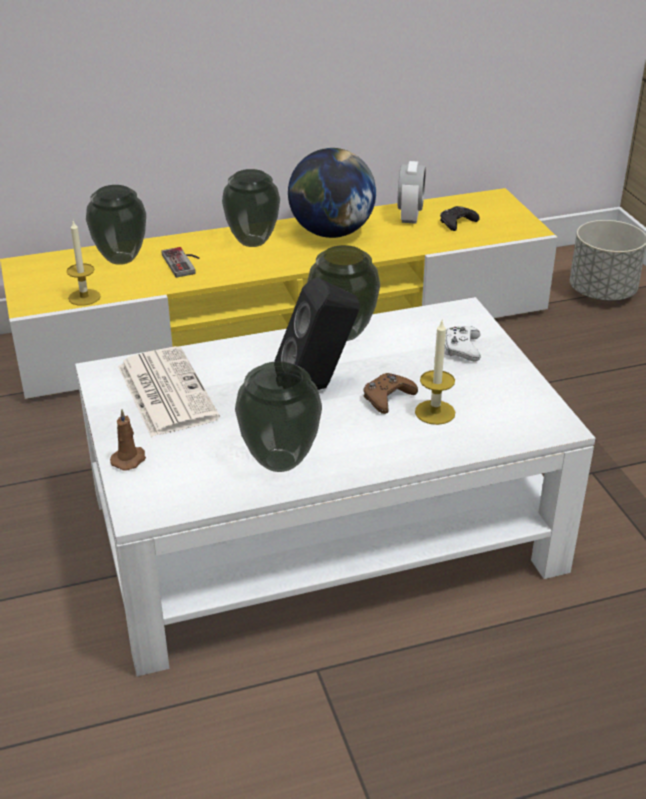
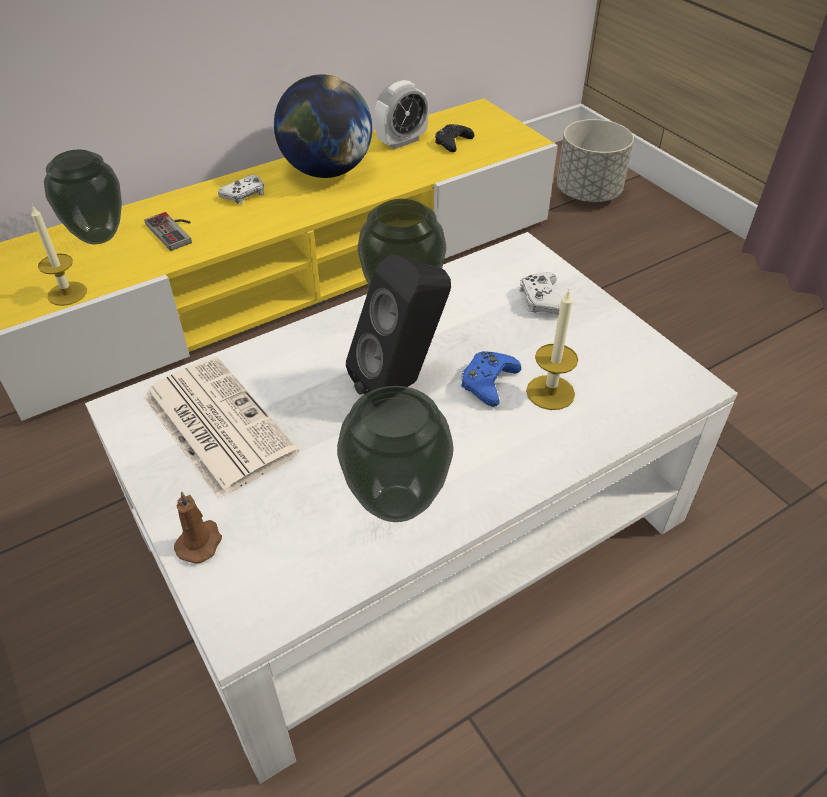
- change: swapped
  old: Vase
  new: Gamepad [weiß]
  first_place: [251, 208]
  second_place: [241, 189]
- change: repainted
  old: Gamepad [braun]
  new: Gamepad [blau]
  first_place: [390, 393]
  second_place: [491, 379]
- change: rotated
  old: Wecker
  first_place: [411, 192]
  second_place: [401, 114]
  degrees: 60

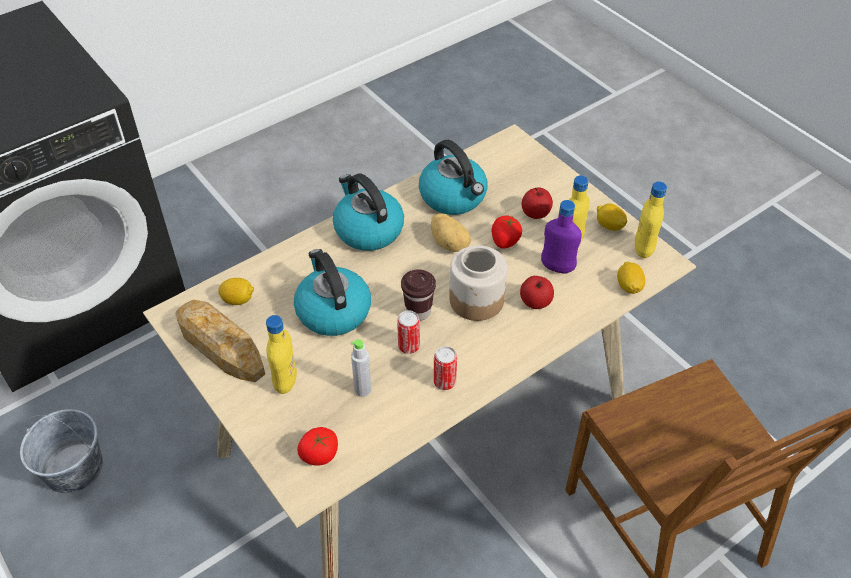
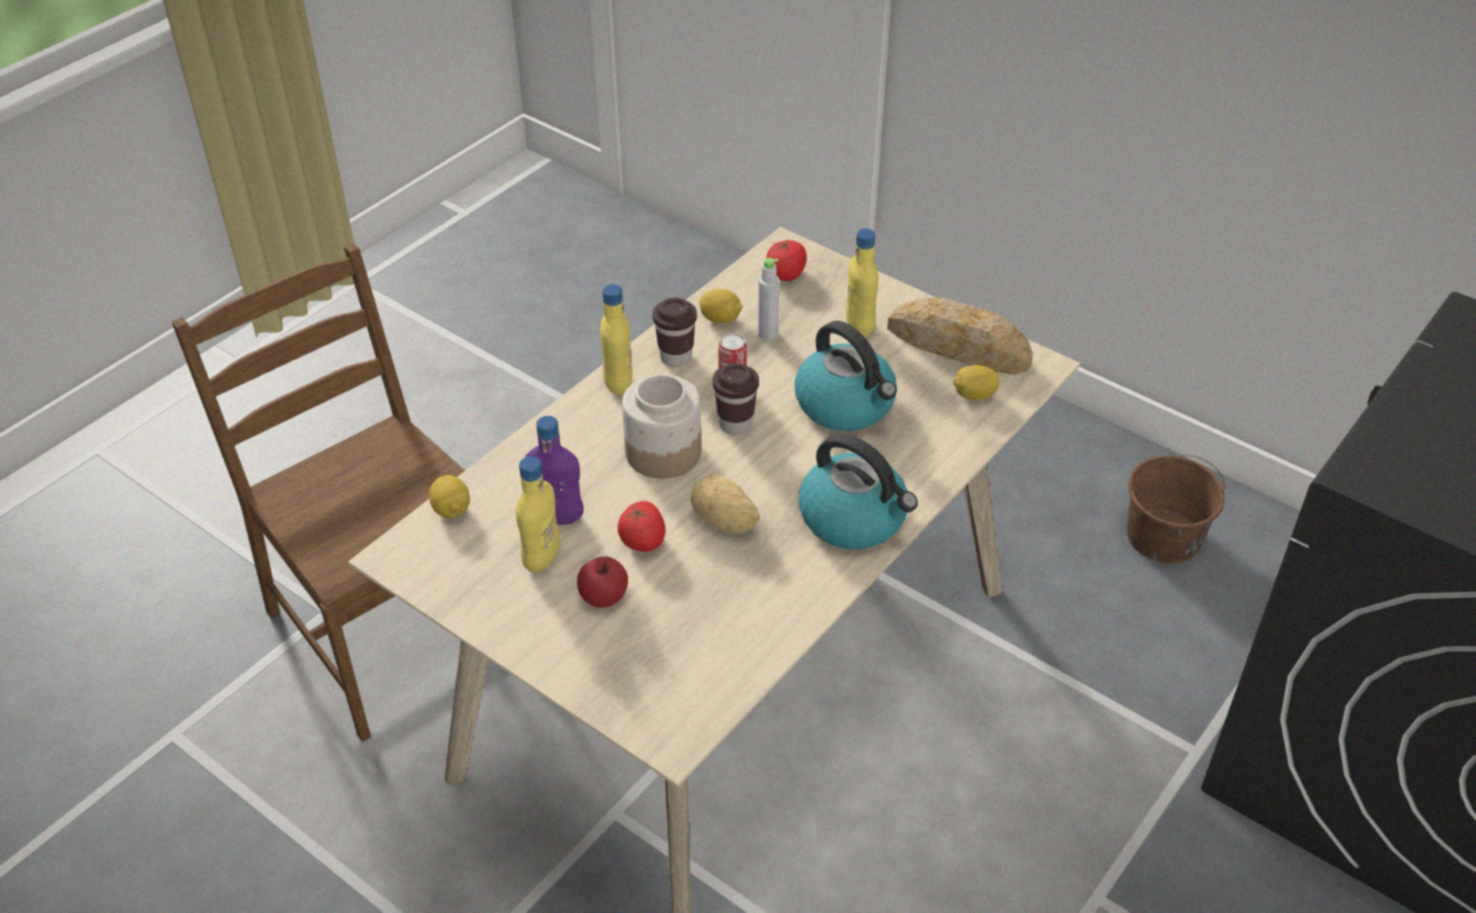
- change: repainted
  old: Eimer [grau]
  new: Eimer [braun]
  first_place: [61, 451]
  second_place: [1176, 509]
- change: gone
  old: Wasserkessel
  first_place: [453, 177]
- change: swapped
  old: Dose
  new: Tasse [braun]
  first_place: [445, 368]
  second_place: [674, 332]
- change: gone
  old: Apfel
  first_place: [537, 292]
- change: shifted
  old: Zitrone
  first_place: [612, 217]
  second_place: [721, 306]
- change: shifted
  old: Flasche [gelb]
  first_place: [651, 219]
  second_place: [616, 339]

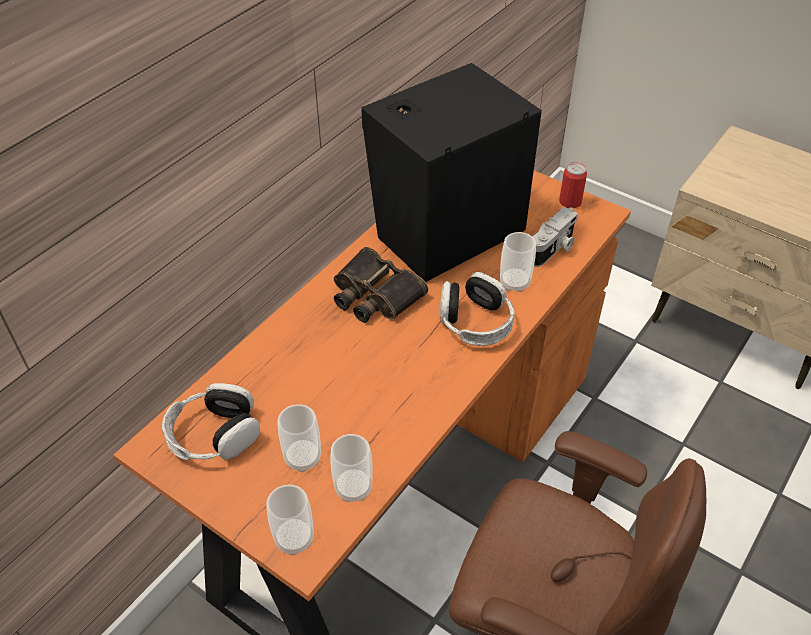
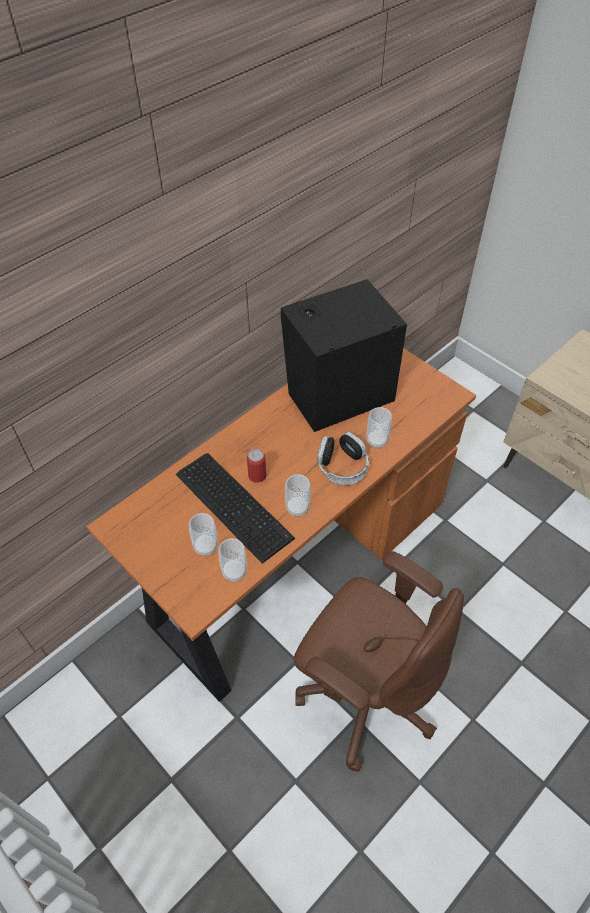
- change: gone
  old: Kopfhörer
  first_place: [211, 421]
- change: shifted
  old: Tasse
  first_place: [290, 520]
  second_place: [298, 495]
- change: gone
  old: Fernglas
  first_place: [381, 285]
- change: gone
  old: Kamera
  first_place: [555, 237]
- change: shifted
  old: Dose
  first_place: [573, 185]
  second_place: [256, 466]
- change: new
  new: Tastatur
  second_place: [235, 508]

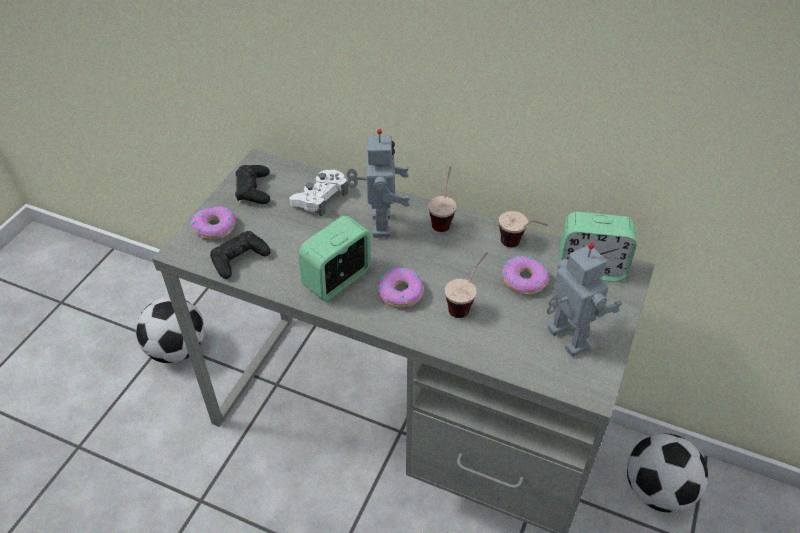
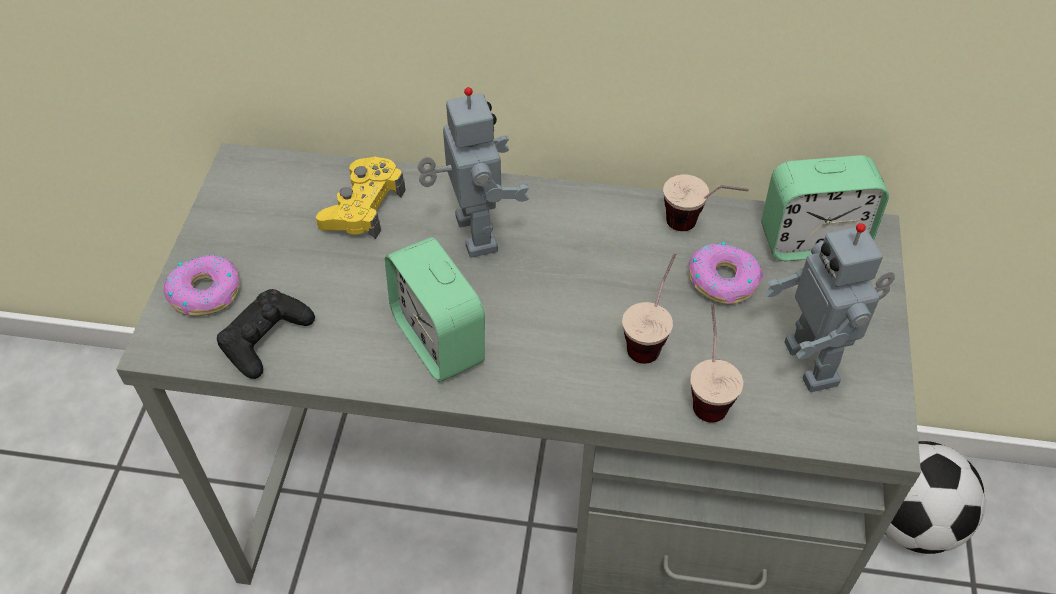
- change: gone
  old: Fußball
  first_place: [170, 330]
- change: gone
  old: Gamepad [schwarz]
  first_place: [252, 184]
- change: repainted
  old: Gamepad [weiß]
  new: Gamepad [gelb]
  first_place: [318, 193]
  second_place: [361, 197]
- change: rotated
  old: Wecker
  first_place: [335, 258]
  second_place: [435, 309]
  degrees: -60
- change: gone
  old: Donut
  first_place: [401, 287]
- change: shifted
  old: Tasse
  first_place: [442, 199]
  second_place: [716, 363]
- change: rotated
  old: Spielzeugroboter
  first_place: [584, 300]
  second_place: [830, 307]
  degrees: -150

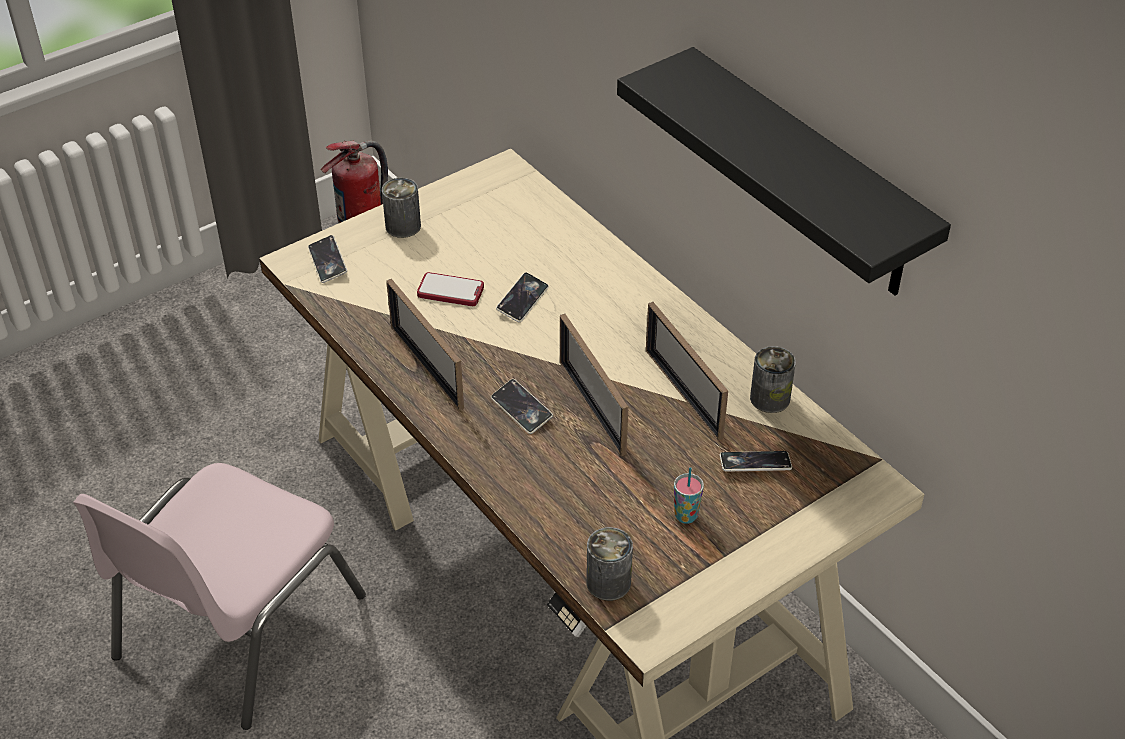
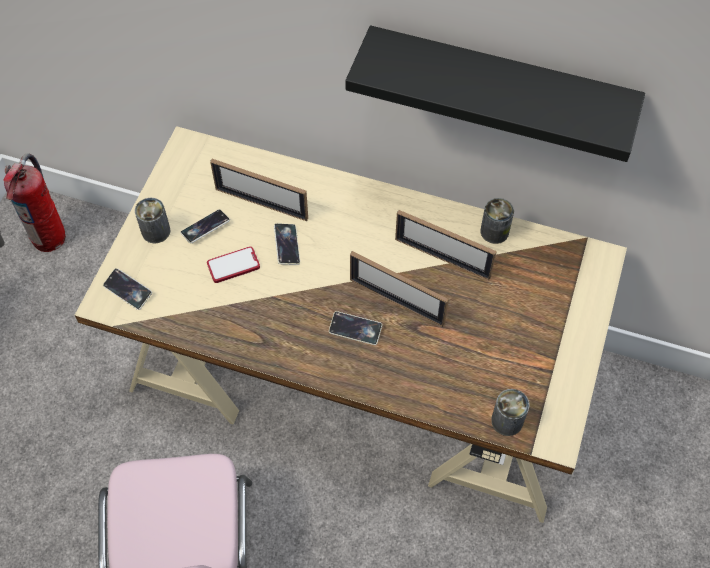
- change: shifted
  old: Bilderrahmen
  first_place: [425, 344]
  second_place: [259, 190]
- change: gone
  old: Tasse
  first_place: [689, 495]
- change: shifted
  old: Handy
  first_place: [756, 461]
  second_place: [205, 226]

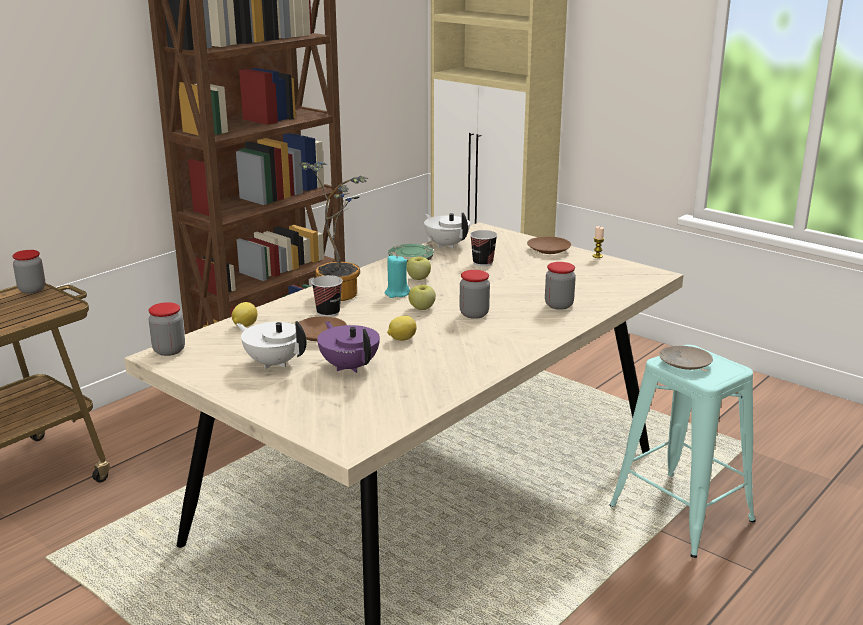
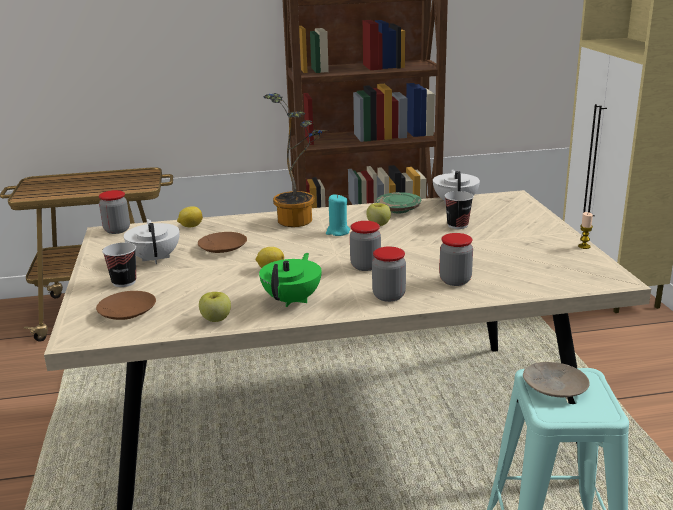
- change: shifted
  old: Vorratsglas
  first_place: [28, 272]
  second_place: [389, 274]
- change: shifted
  old: Tasse
  first_place: [327, 296]
  second_place: [119, 265]
- change: gone
  old: Teekanne [lila]
  first_place: [348, 347]
- change: shifted
  old: Apfel
  first_place: [422, 297]
  second_place: [215, 307]
- change: shifted
  old: Teller [braun]
  first_place: [549, 245]
  second_place: [126, 305]
- change: new
  new: Teekanne [grün]
  second_place: [290, 280]

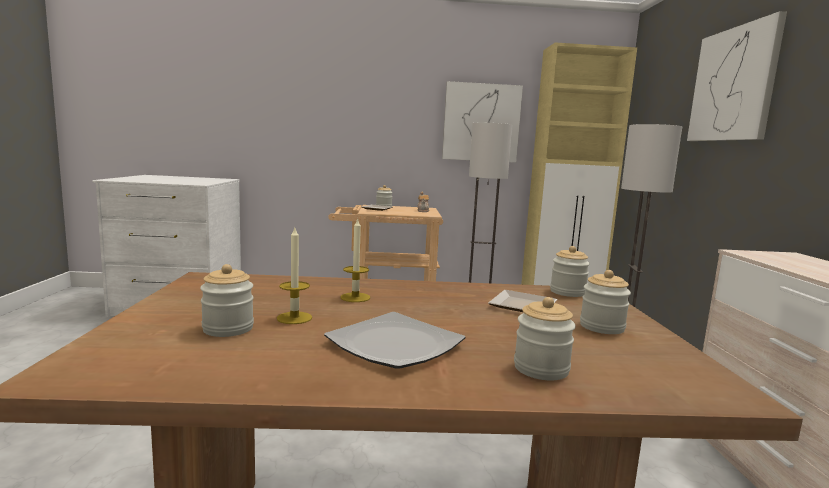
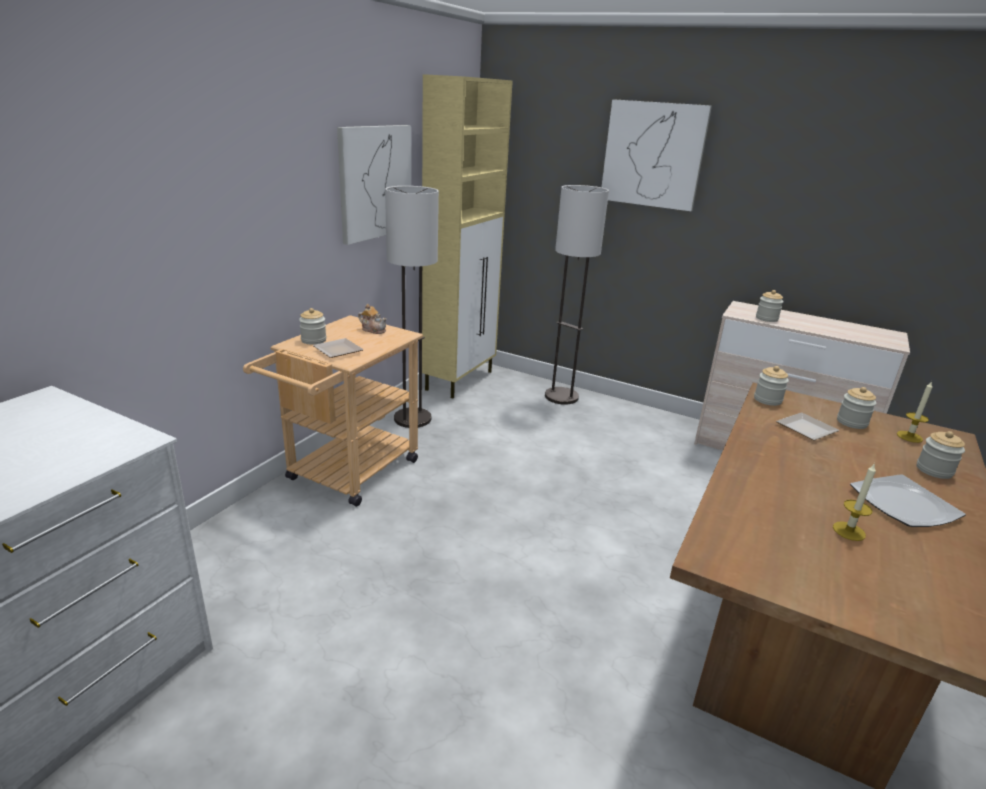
- change: shifted
  old: Vorratsglas
  first_place: [227, 300]
  second_place: [770, 306]
- change: shifted
  old: Kerze
  first_place: [355, 260]
  second_place: [914, 412]

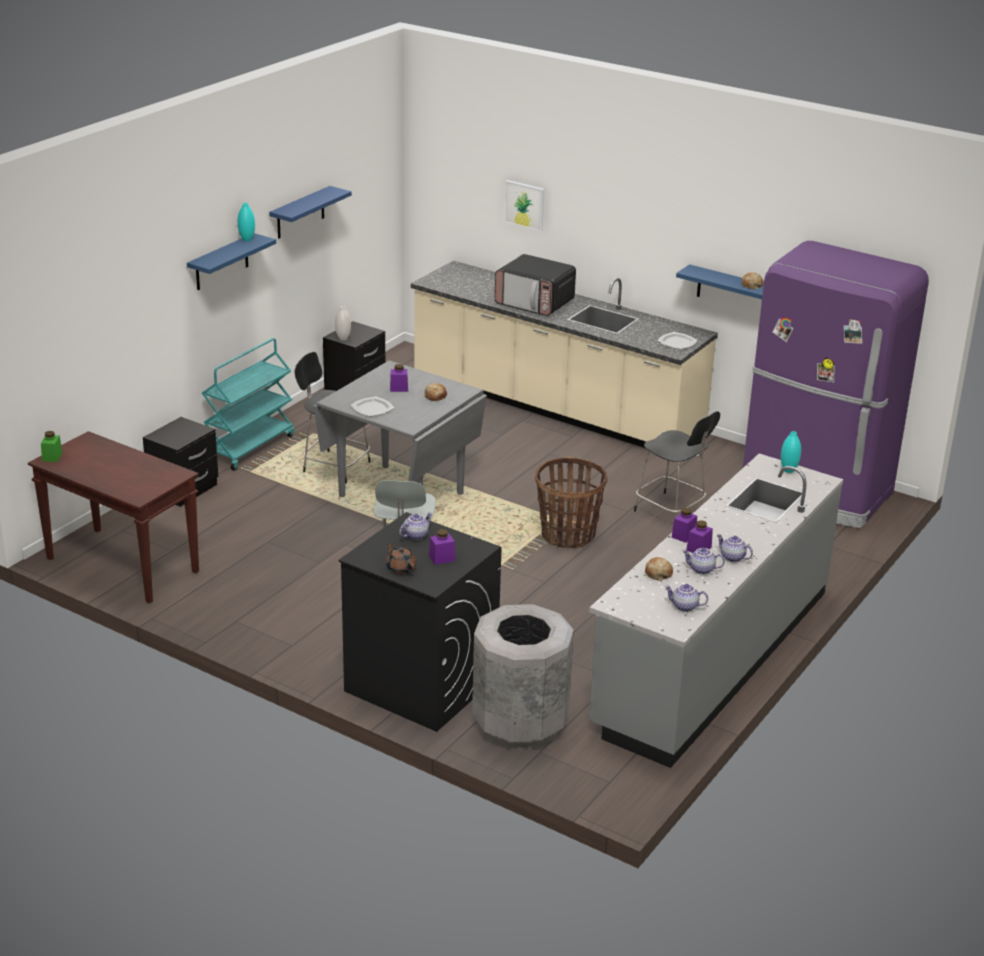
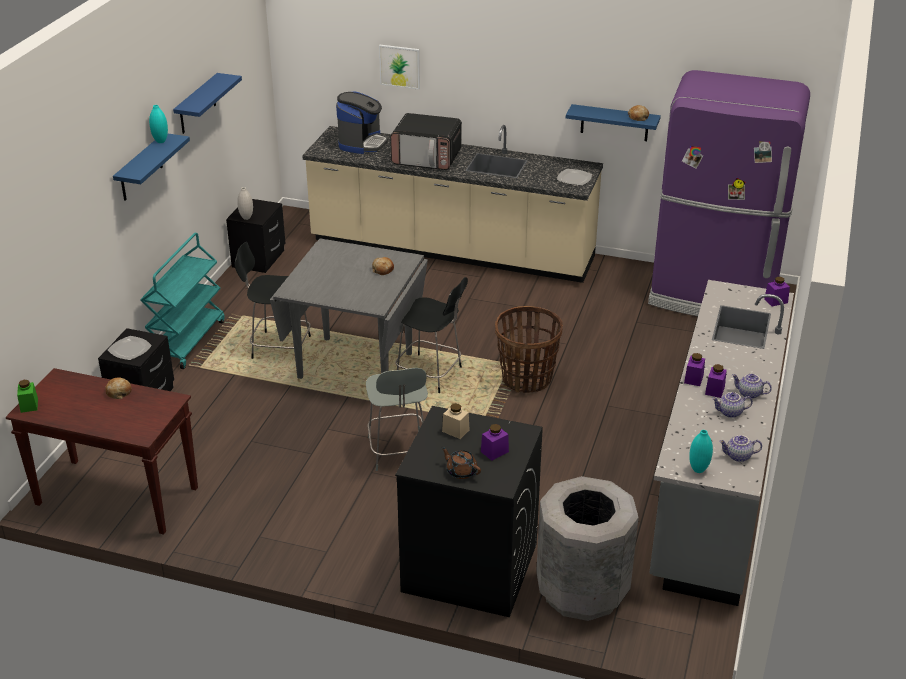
- change: shifted
  old: Teller
  first_place: [372, 407]
  second_place: [130, 348]
- change: shifted
  old: Vorratsglas [lila]
  first_place: [399, 378]
  second_place: [777, 291]
- change: swapped
  old: Teekanne
  new: Vorratsglas [beige]
  first_place: [416, 526]
  second_place: [456, 421]
- change: shifted
  old: Stuhl [schwarz]
  first_place: [677, 464]
  second_place: [431, 335]
- change: shifted
  old: Brot
  first_place: [659, 569]
  second_place: [118, 388]
- change: shifted
  old: Vase [türkis]
  first_place: [791, 452]
  second_place: [701, 451]
- change: new
  new: Kaffeemaschine
  second_place: [362, 123]

